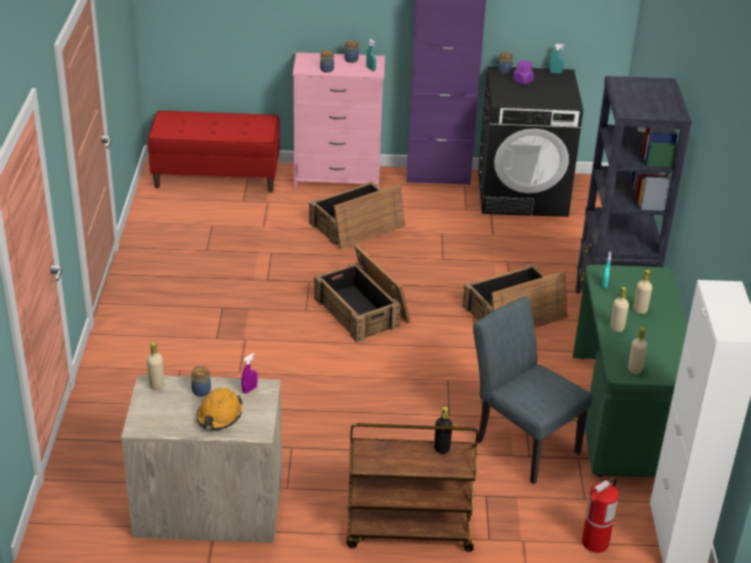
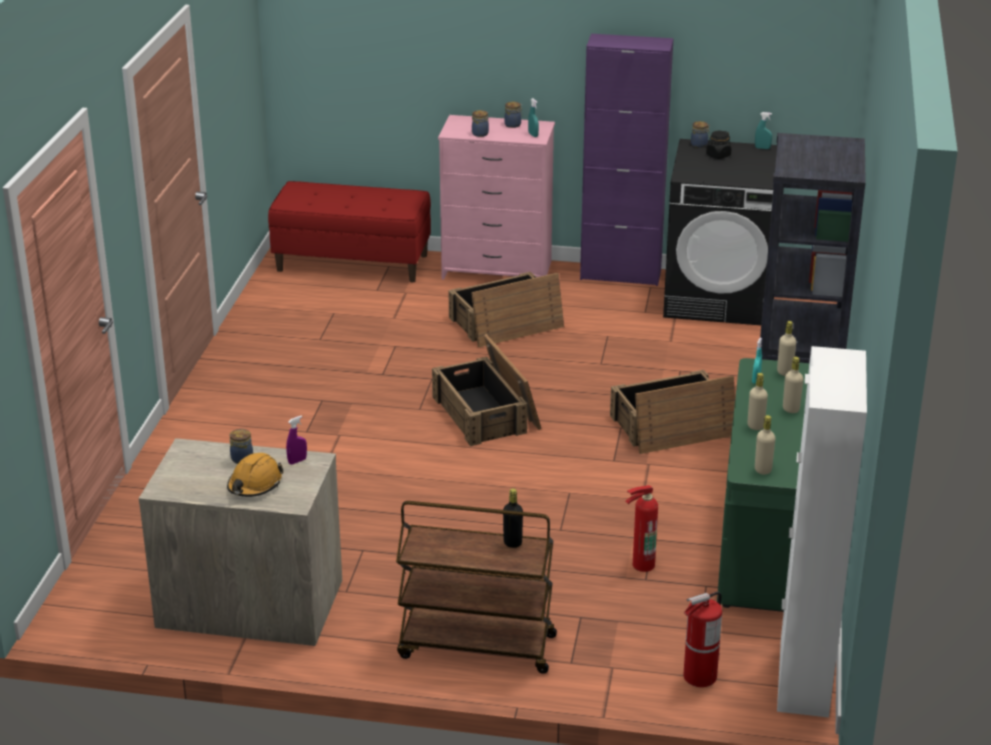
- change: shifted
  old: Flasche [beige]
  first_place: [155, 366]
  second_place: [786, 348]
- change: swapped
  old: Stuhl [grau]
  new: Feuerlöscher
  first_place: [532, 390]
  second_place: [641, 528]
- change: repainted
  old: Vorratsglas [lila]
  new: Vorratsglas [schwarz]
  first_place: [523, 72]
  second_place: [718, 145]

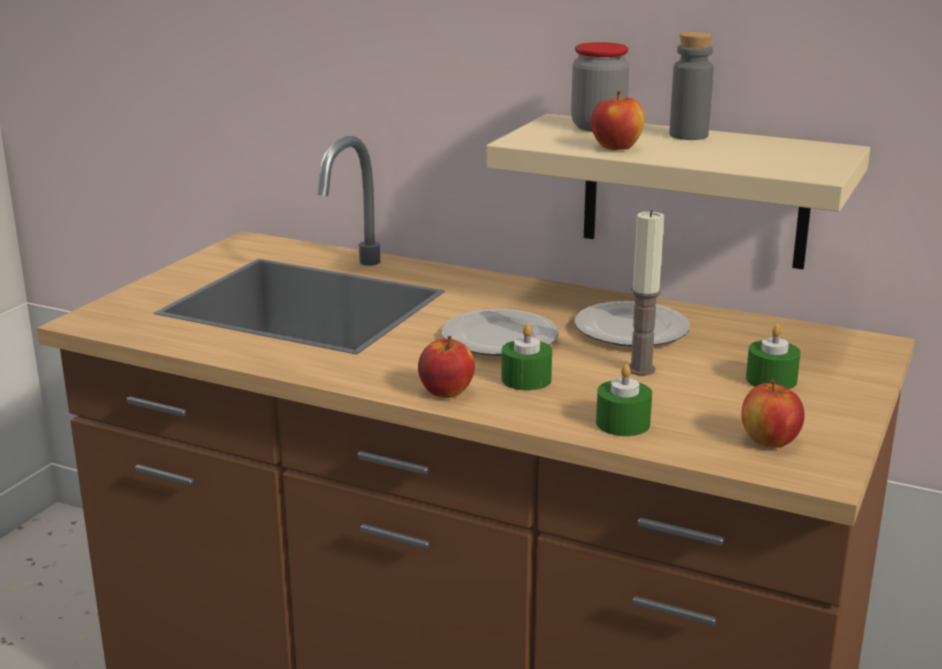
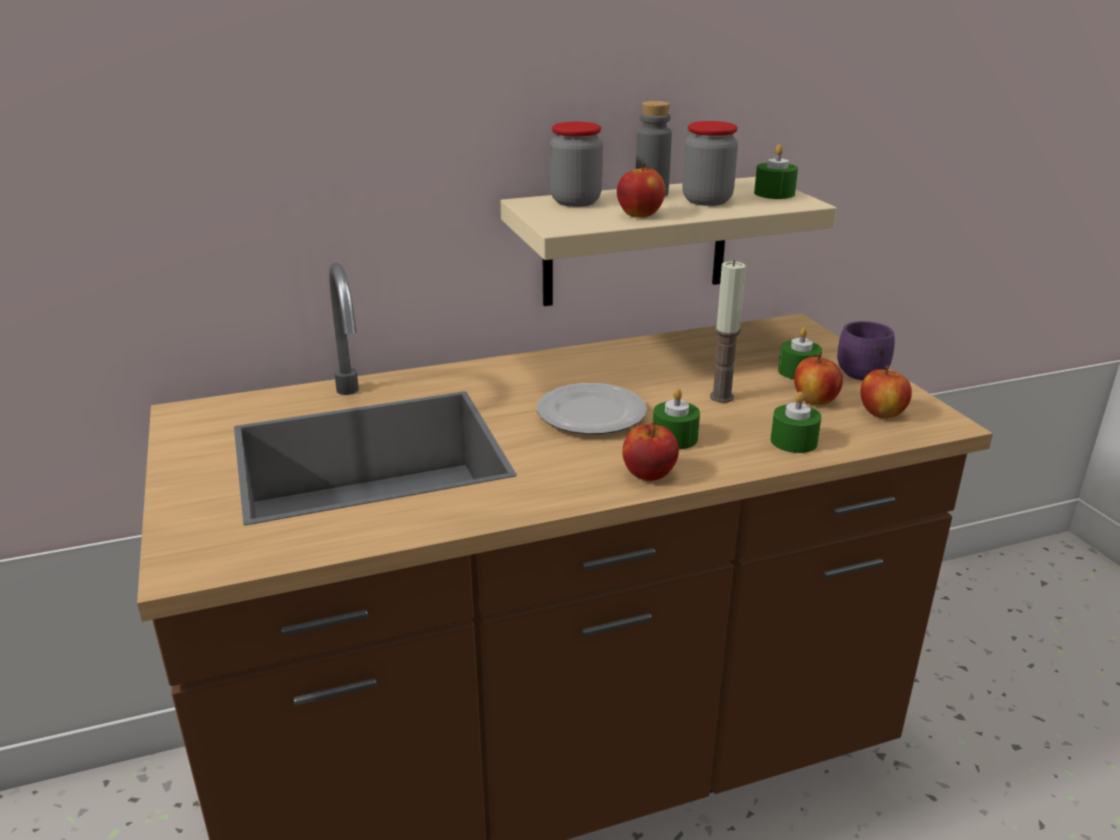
- change: gone
  old: Teller
  first_place: [632, 324]
- change: new
  new: Vorratsglas
  second_place: [710, 163]
- change: new
  new: Kerze [grün]
  second_place: [776, 171]
- change: new
  new: Apfel
  second_place: [818, 379]
- change: new
  new: Henkelbecher [lila]
  second_place: [866, 350]

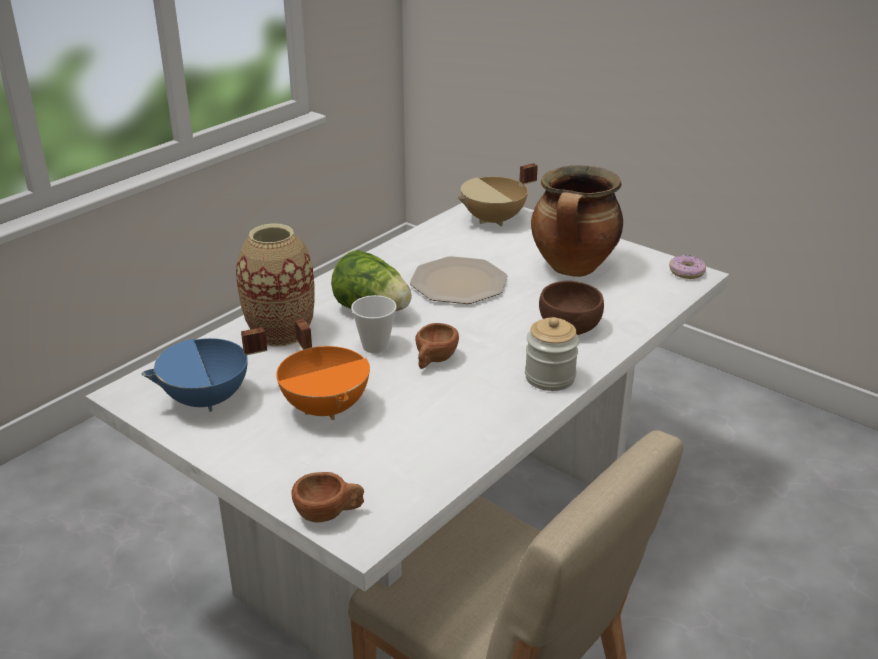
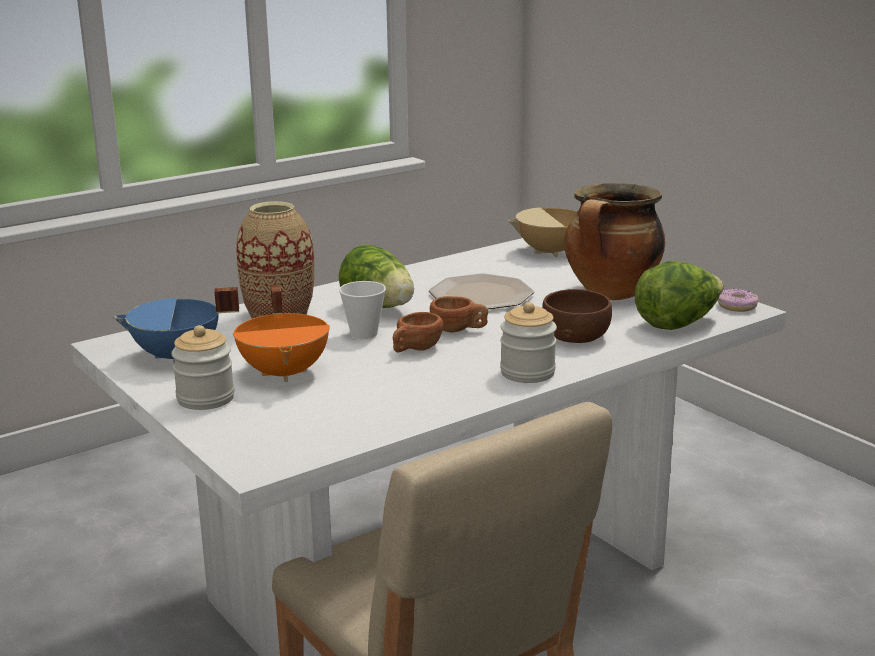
- change: shifted
  old: Tasse [braun]
  first_place: [327, 497]
  second_place: [459, 314]
- change: new
  new: Vorratsglas
  second_place: [203, 367]
- change: new
  new: Salatkopf
  second_place: [679, 295]

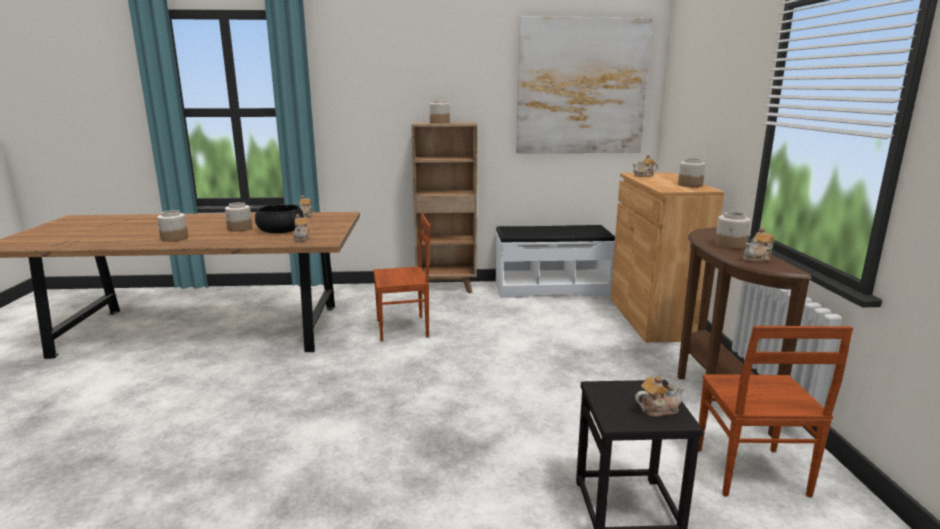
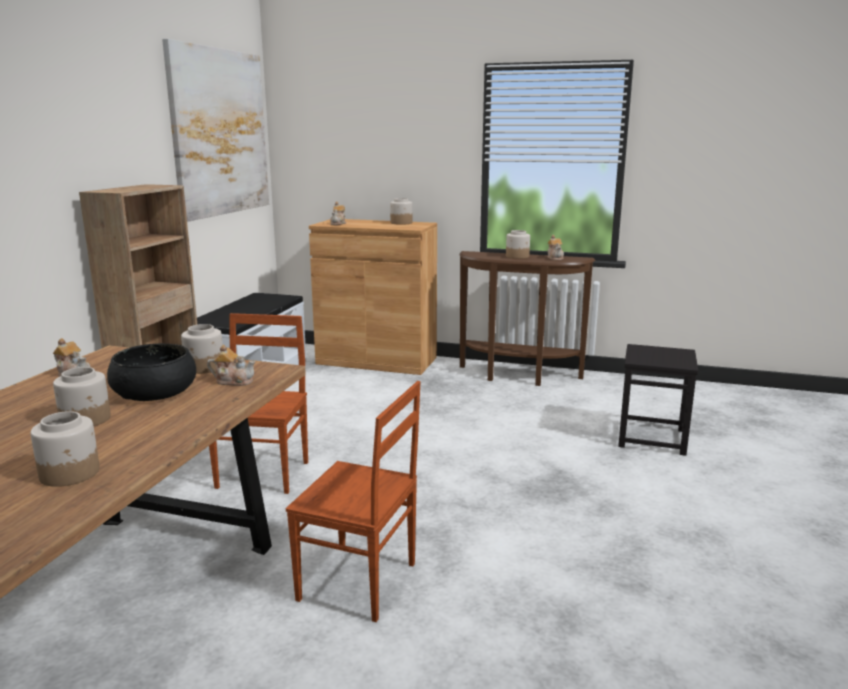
- change: shifted
  old: Vorratsglas
  first_place: [440, 111]
  second_place: [202, 349]
- change: gone
  old: Teekanne
  first_place: [660, 396]
- change: shifted
  old: Stuhl [braun]
  first_place: [775, 411]
  second_place: [353, 501]

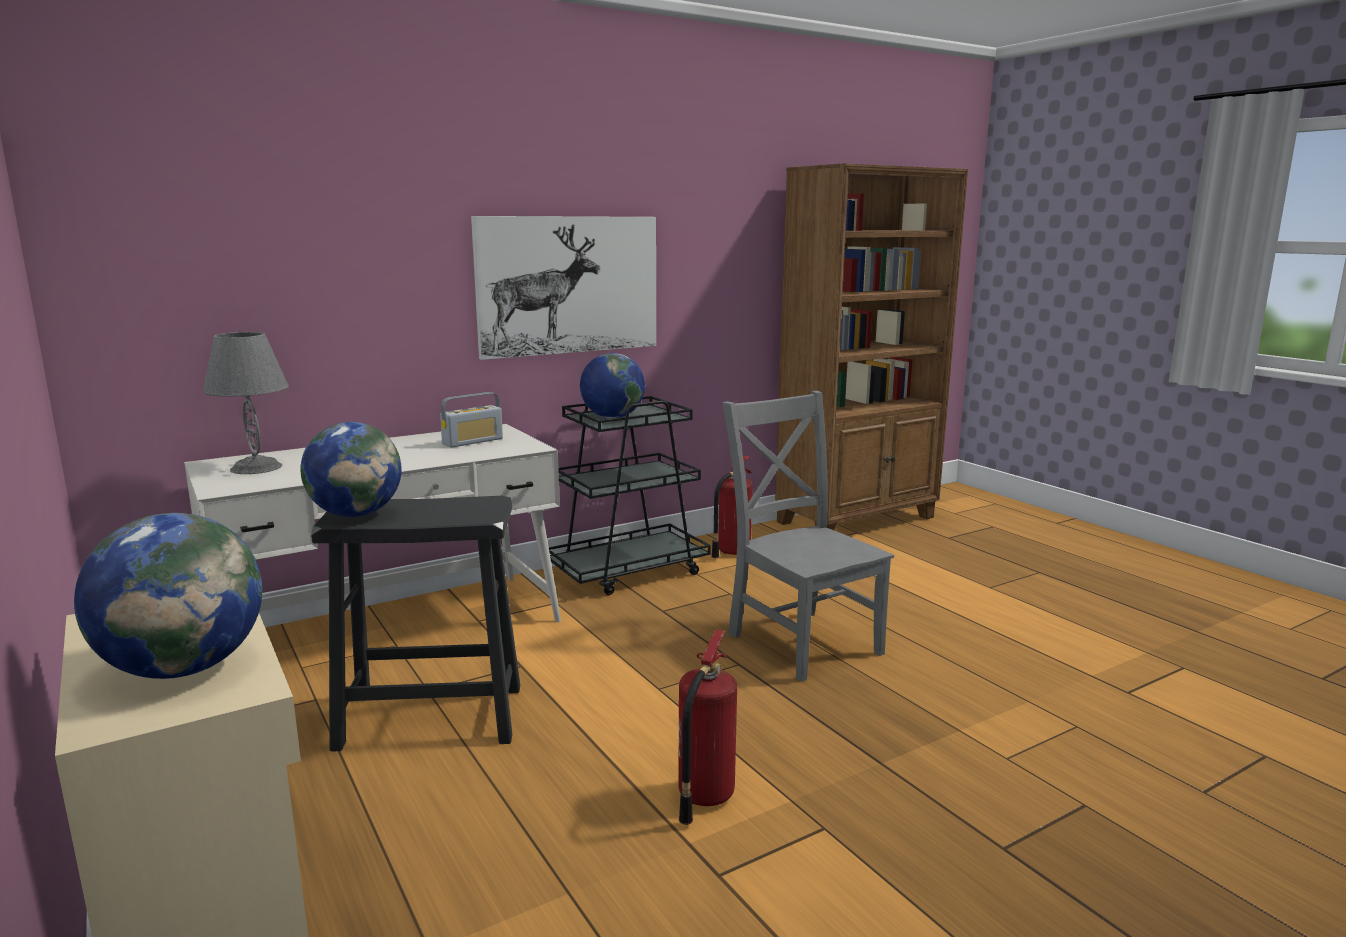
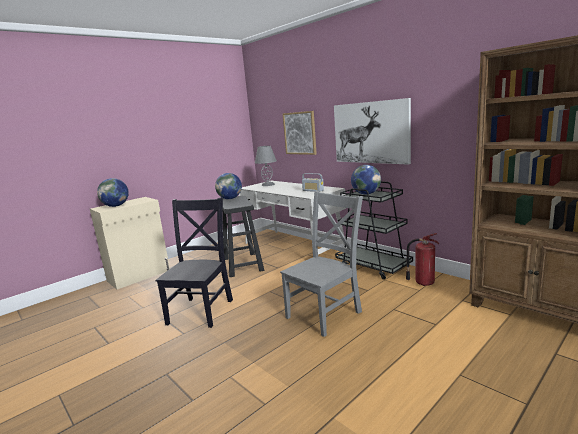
- change: swapped
  old: Feuerlöscher
  new: Stuhl [schwarz]
  first_place: [707, 727]
  second_place: [194, 262]
- change: new
  new: Bild
  second_place: [300, 133]

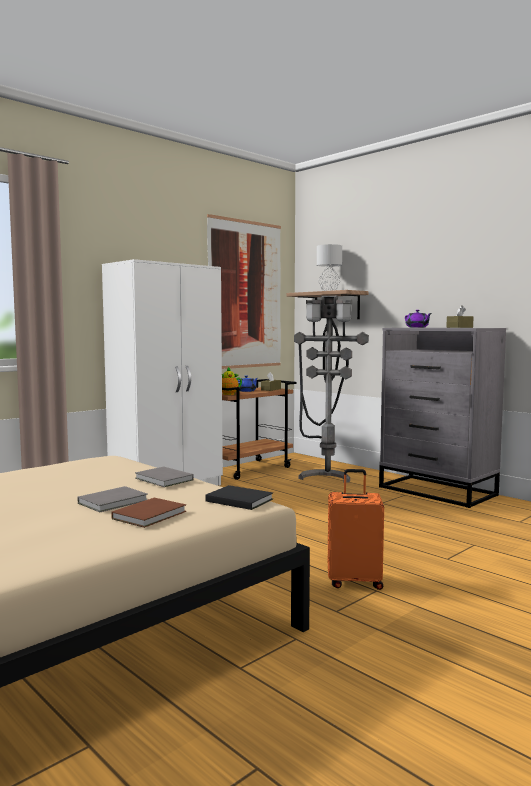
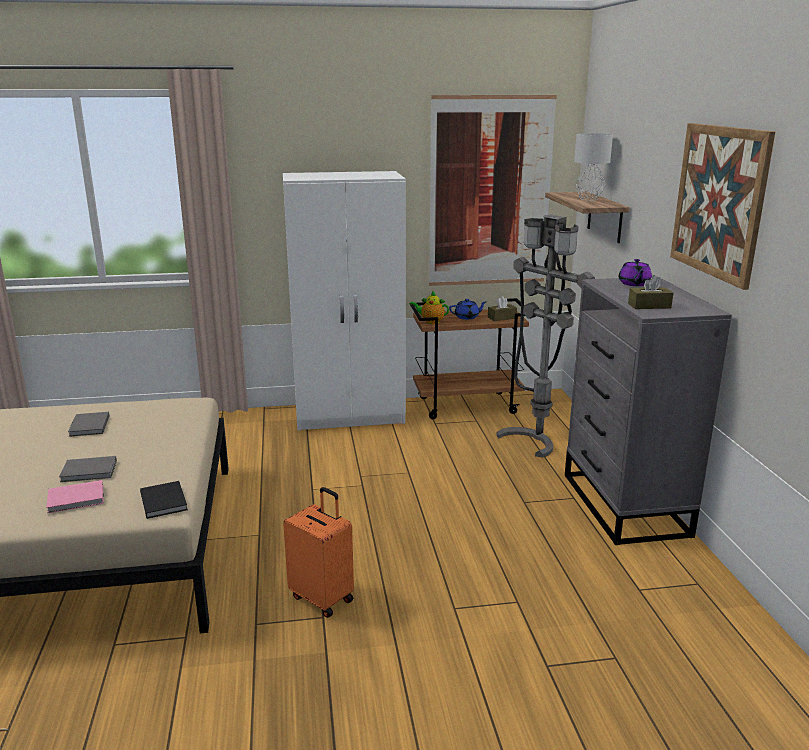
- change: repainted
  old: Buch [braun]
  new: Buch [rosa]
  first_place: [148, 513]
  second_place: [75, 496]
- change: shifted
  old: Buch [grau]
  first_place: [164, 477]
  second_place: [88, 424]
- change: new
  new: Bild
  second_place: [722, 206]

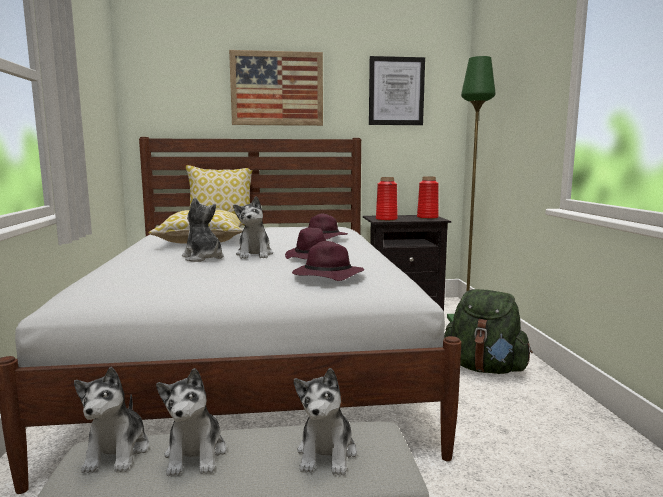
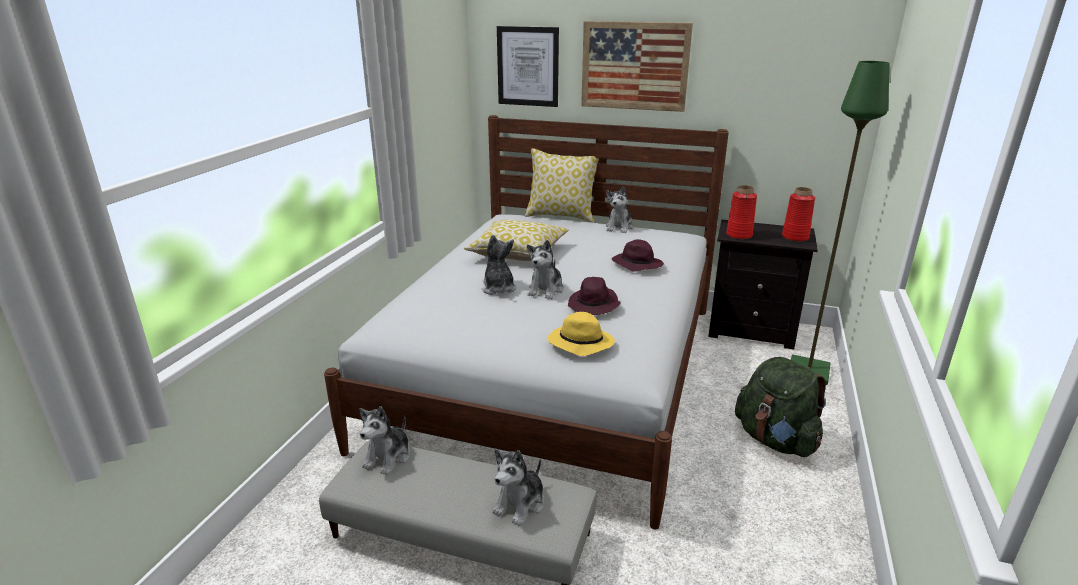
- change: shifted
  old: Plüschtier
  first_place: [191, 422]
  second_place: [620, 209]
- change: repainted
  old: Hut [lila]
  new: Hut [gelb]
  first_place: [328, 261]
  second_place: [581, 334]
- change: shifted
  old: Bild
  first_place: [397, 90]
  second_place: [528, 66]

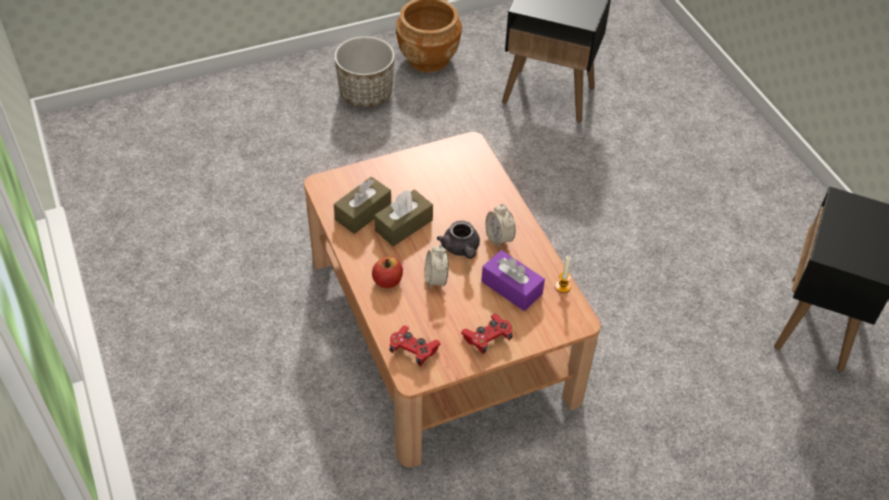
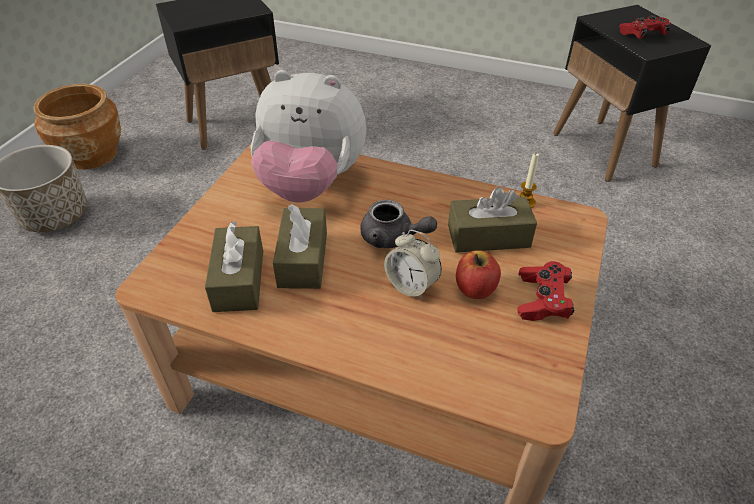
- change: shifted
  old: Apfel
  first_place: [387, 272]
  second_place: [478, 274]
- change: shifted
  old: Gamepad [rot]
  first_place: [415, 345]
  second_place: [644, 27]
- change: repainted
  old: Taschentuchbox [lila]
  new: Taschentuchbox [braun]
  first_place: [513, 280]
  second_place: [492, 220]
- change: gone
  old: Wecker
  first_place: [501, 226]
- change: new
  new: Plüschtier
  second_place: [308, 136]

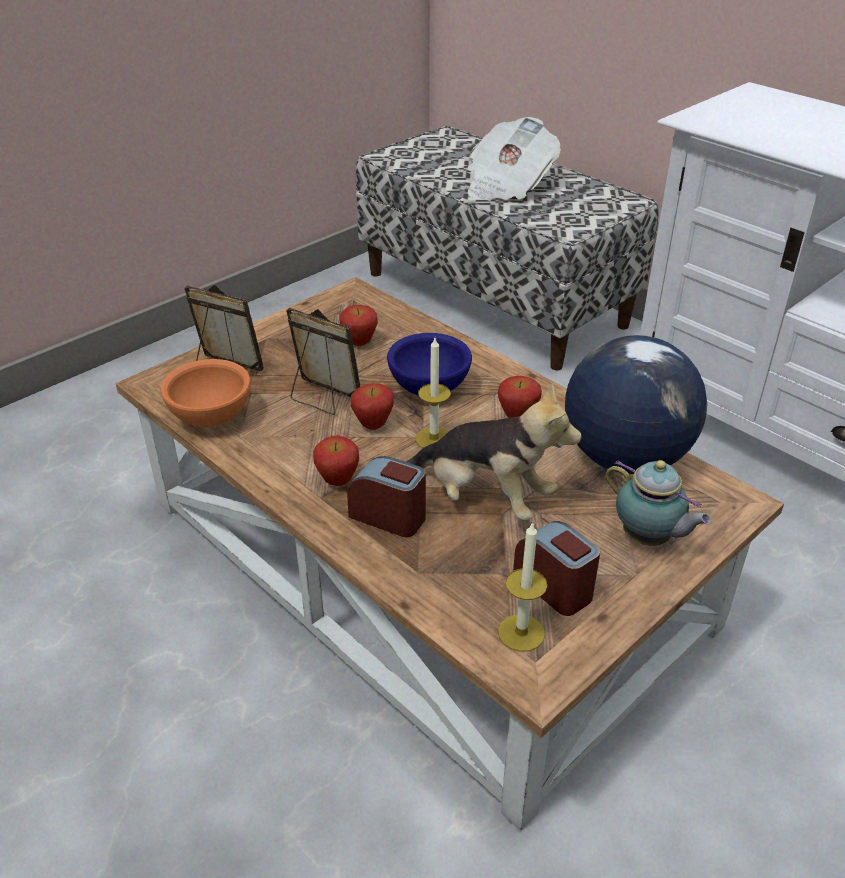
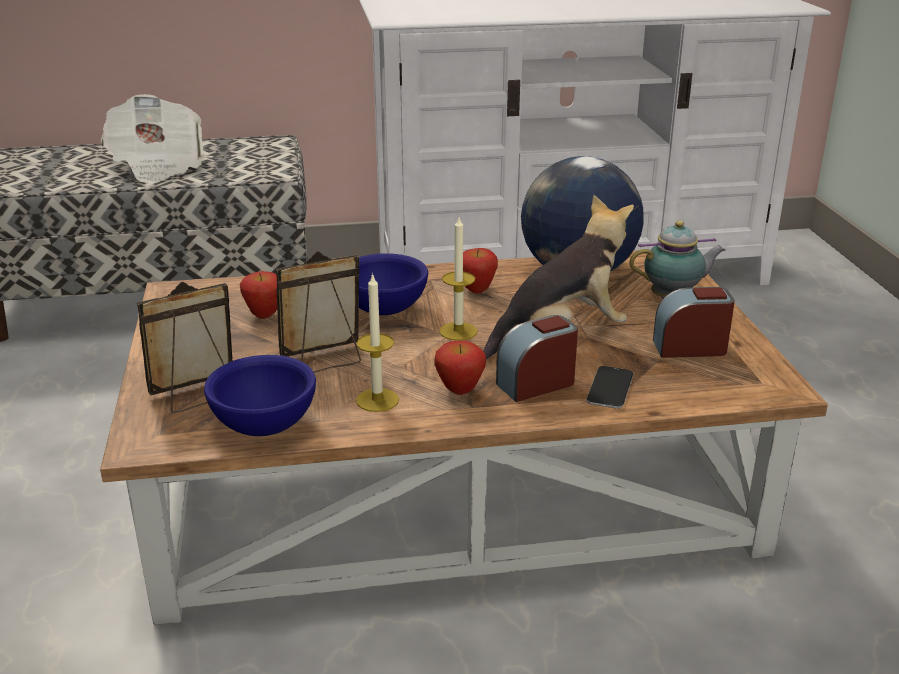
- change: repainted
  old: Schüssel [orange]
  new: Schüssel [blau]
  first_place: [205, 393]
  second_place: [260, 395]
- change: gone
  old: Apfel
  first_place: [372, 406]
- change: shifted
  old: Kerze
  first_place: [522, 587]
  second_place: [377, 342]
- change: new
  new: Handy
  second_place: [609, 387]

